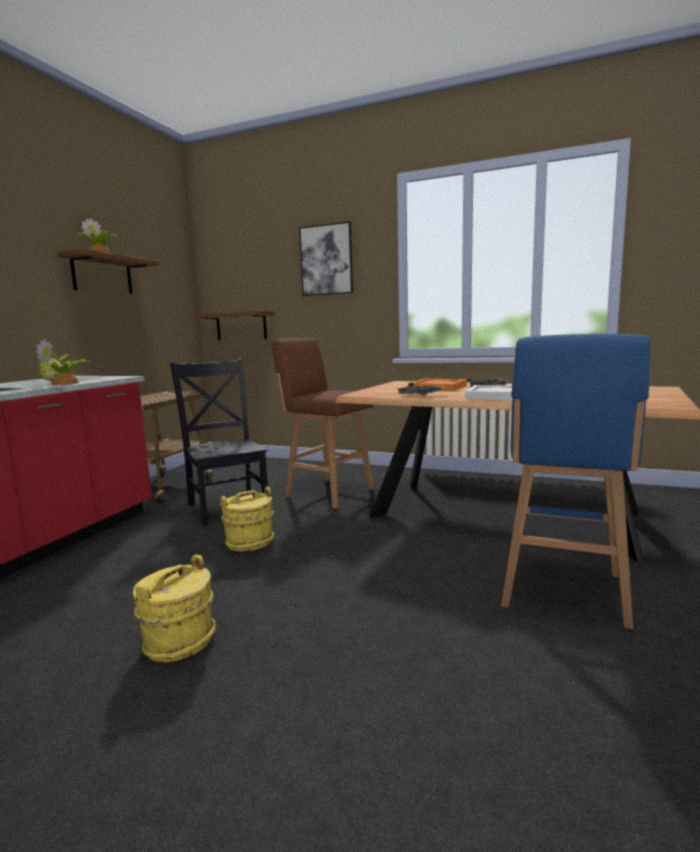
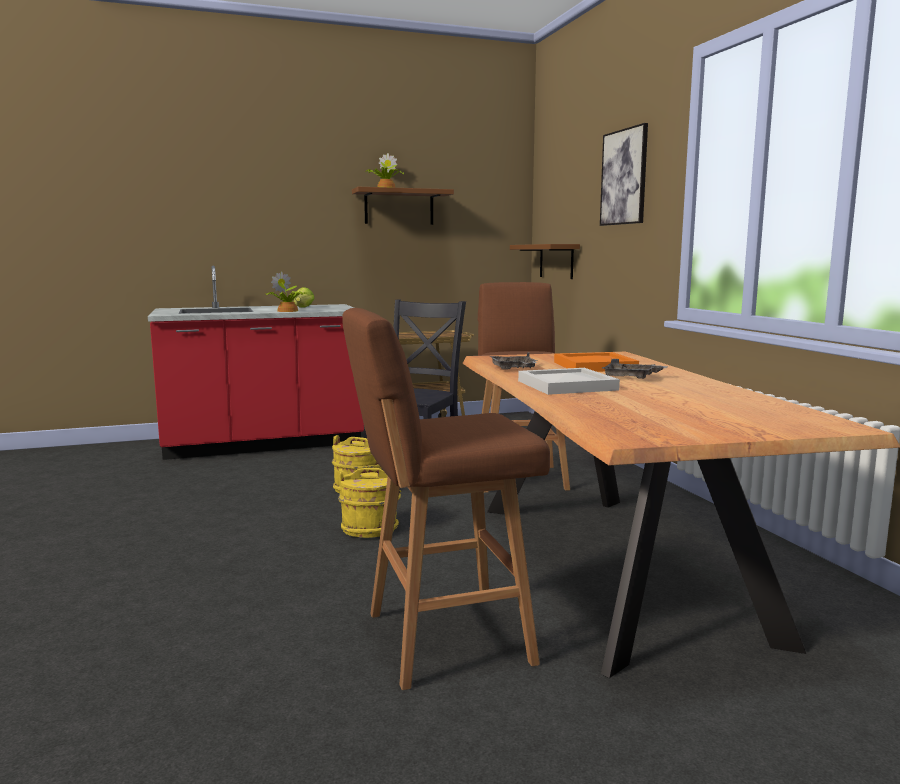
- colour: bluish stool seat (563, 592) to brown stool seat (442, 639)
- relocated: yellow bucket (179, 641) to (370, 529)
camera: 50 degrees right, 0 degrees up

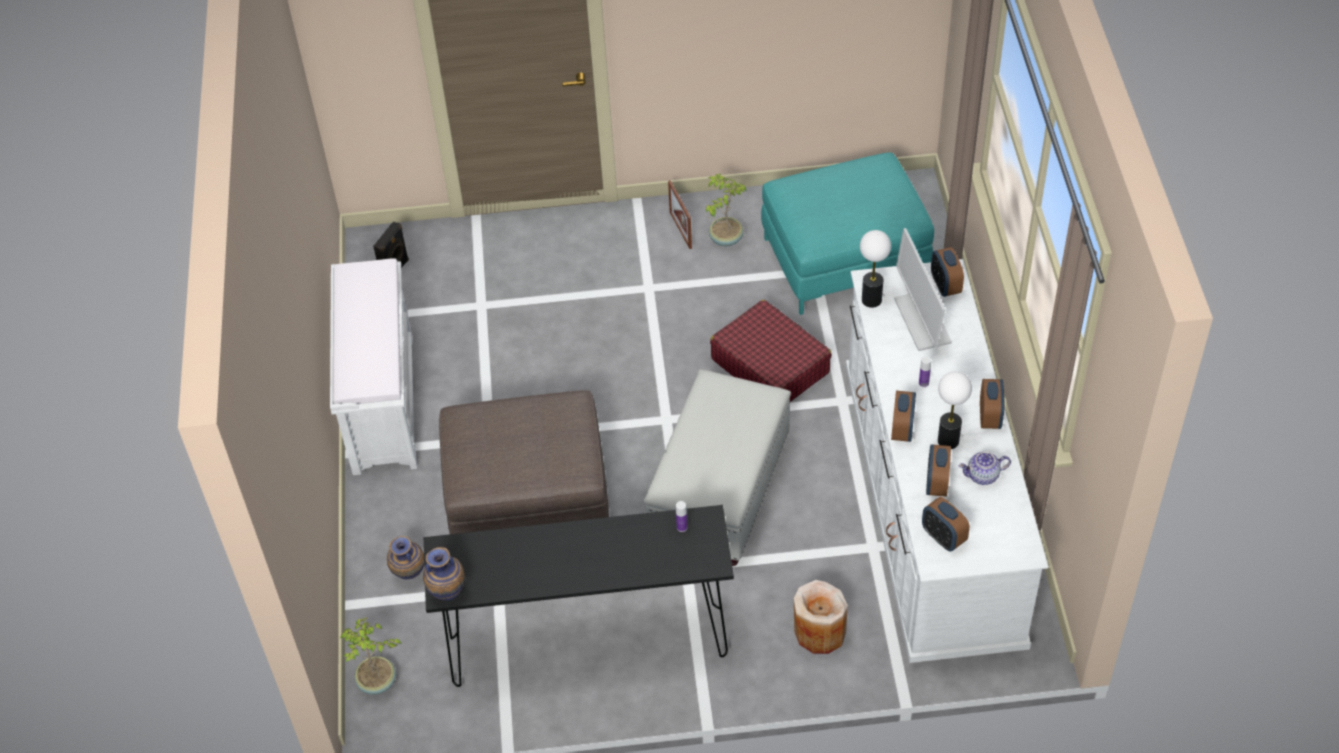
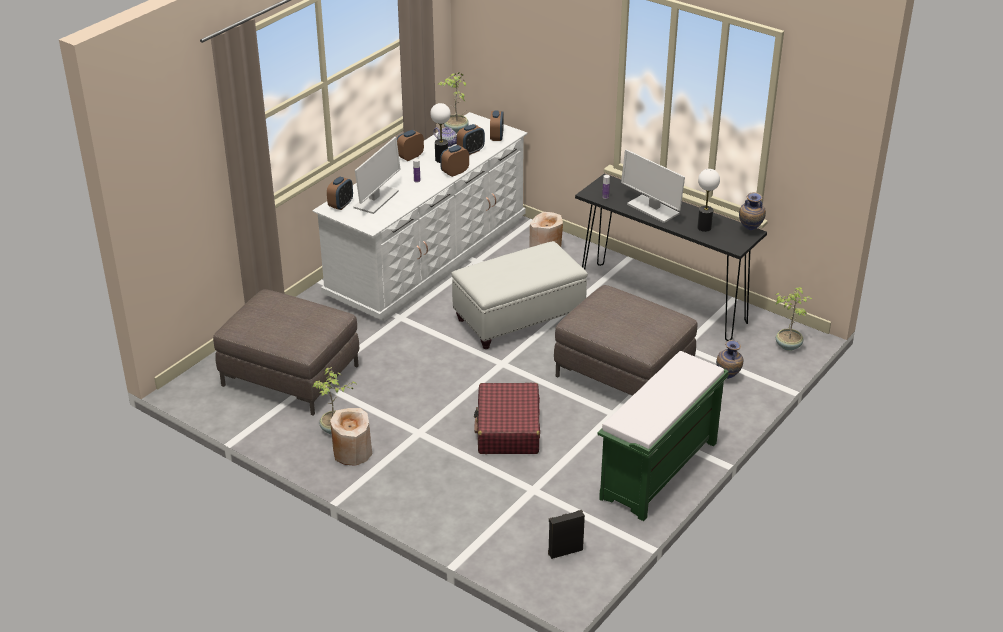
- colour: turquoise-coloured ottoman (844, 259) to brown ottoman (290, 375)
- exchanged: picture frame (680, 230) to beige-coloured decorative vase (352, 452)
- relocated: lamp for a table (871, 300) to (704, 227)
- colour: white indoor bench (382, 402) to greenish indoor bench (659, 472)
- relocated: reddish travel case (770, 365) to (508, 429)
- appeared: houseplant (455, 130)
- appeared: computer screen (652, 209)
camera: 140 degrees left, 15 degrees down

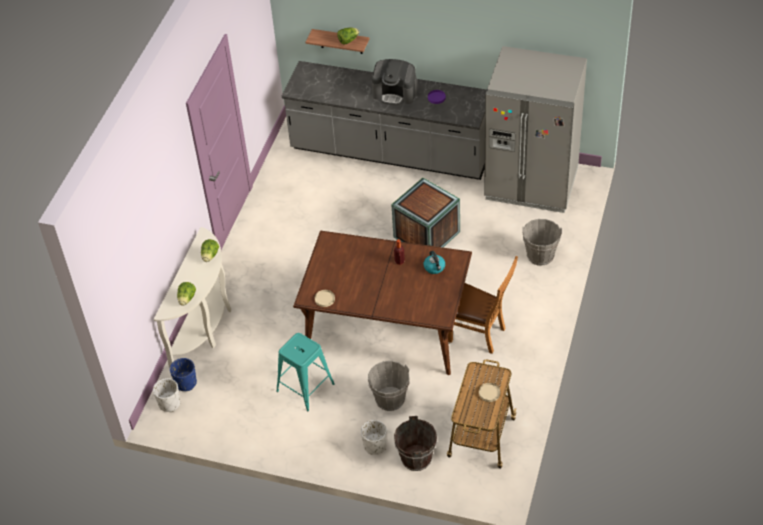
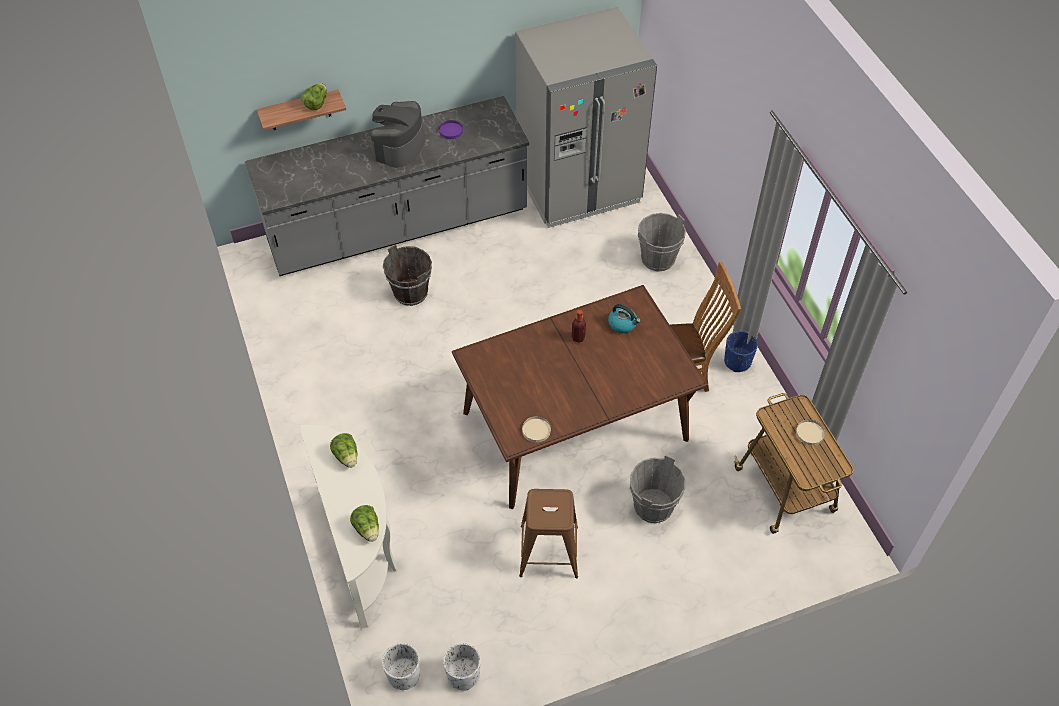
- spun: coffee brewer (395, 93) = (398, 147) 135 degrees clockwise
- missing: shipping crate (426, 234)
- colour: turquoise-coloured stool seat (305, 387) to brown stool seat (549, 551)
- relocated: bluish flower pot (186, 383) to (737, 362)
- relocated: brown bucket (416, 458) to (411, 293)
- relocated: white flower pot (375, 446) to (463, 675)
camera: 40 degrees left, 5 degrees up

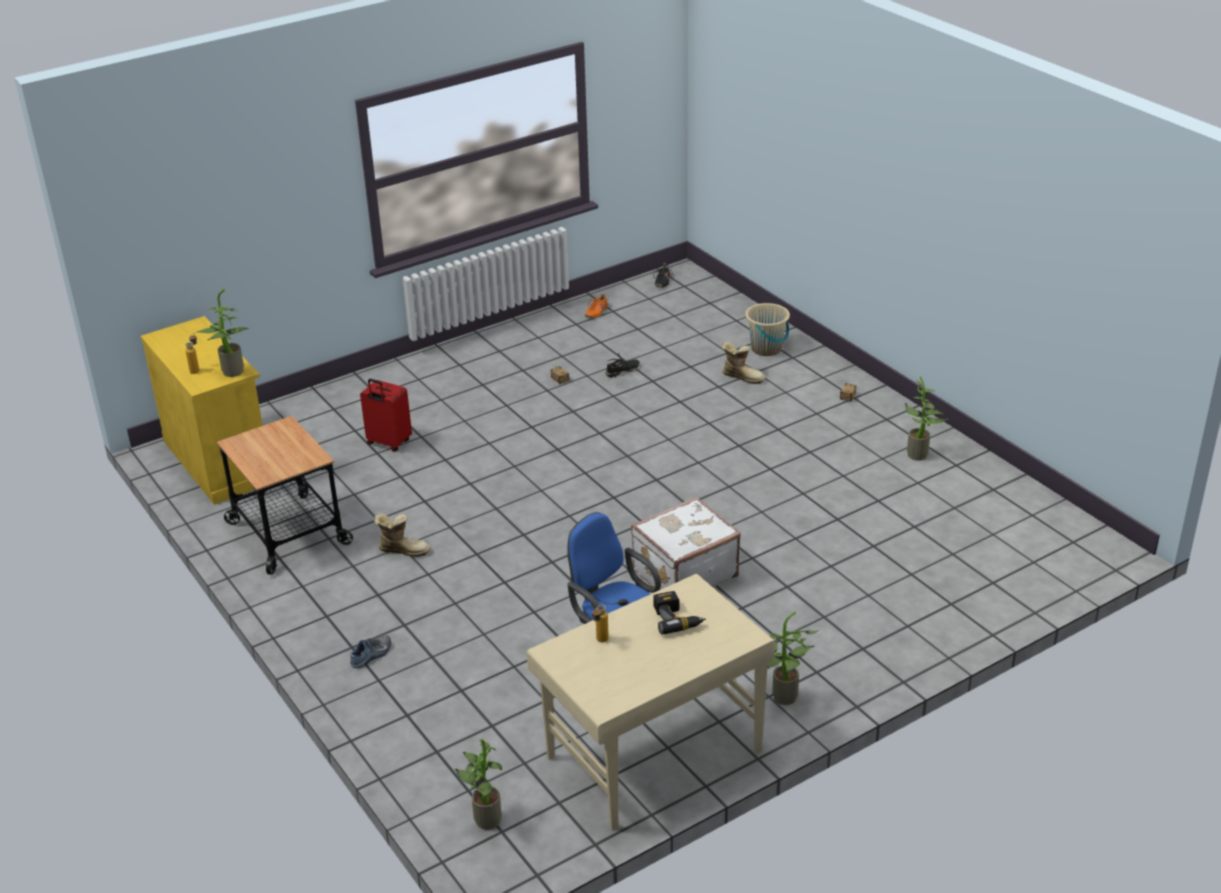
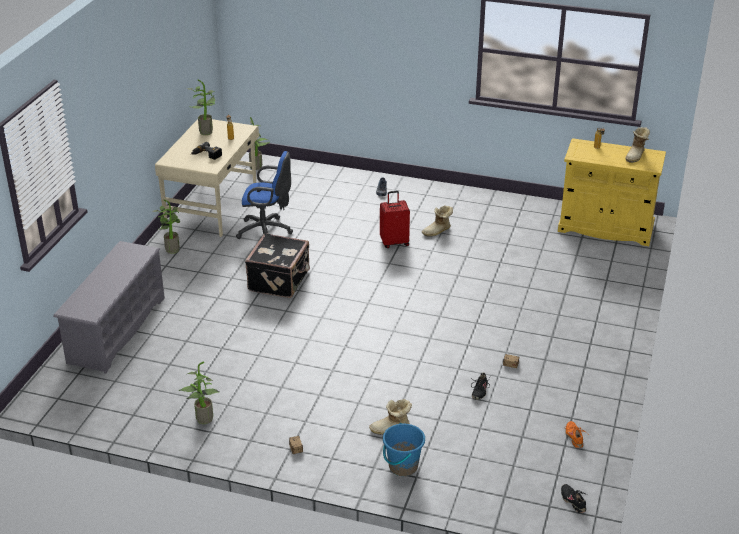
- relocated: houseplant (230, 373) to (206, 131)
- colour: beige-coloured bucket (766, 349) to bluish bucket (403, 466)
- relocated: reddish travel case (388, 443) to (394, 242)
- missing: wheeled cart (288, 534)
- colour: white travel case (683, 573) to black-coloured travel case (280, 281)
- appeared: boot (636, 156)
- appeared: grey shoe stand (116, 330)
camera: 140 degrees right, 0 degrees up

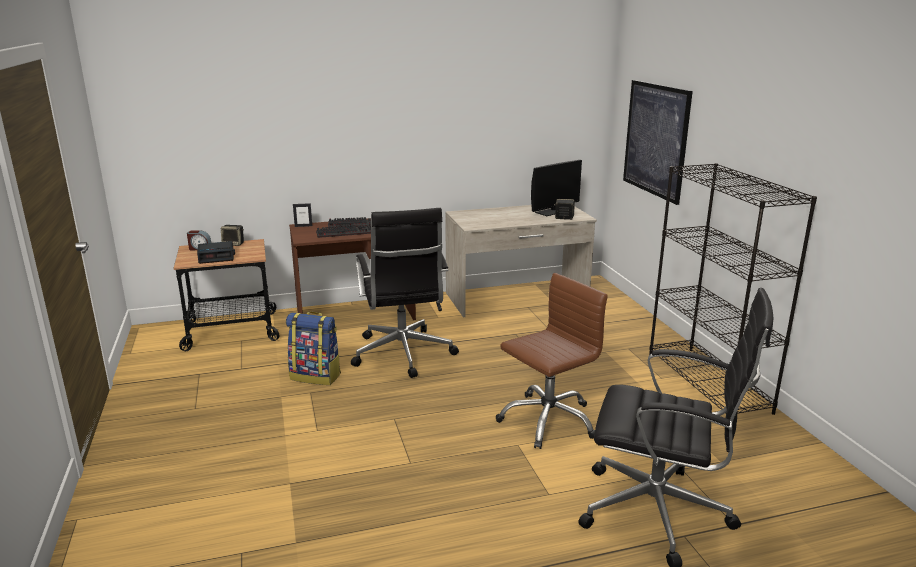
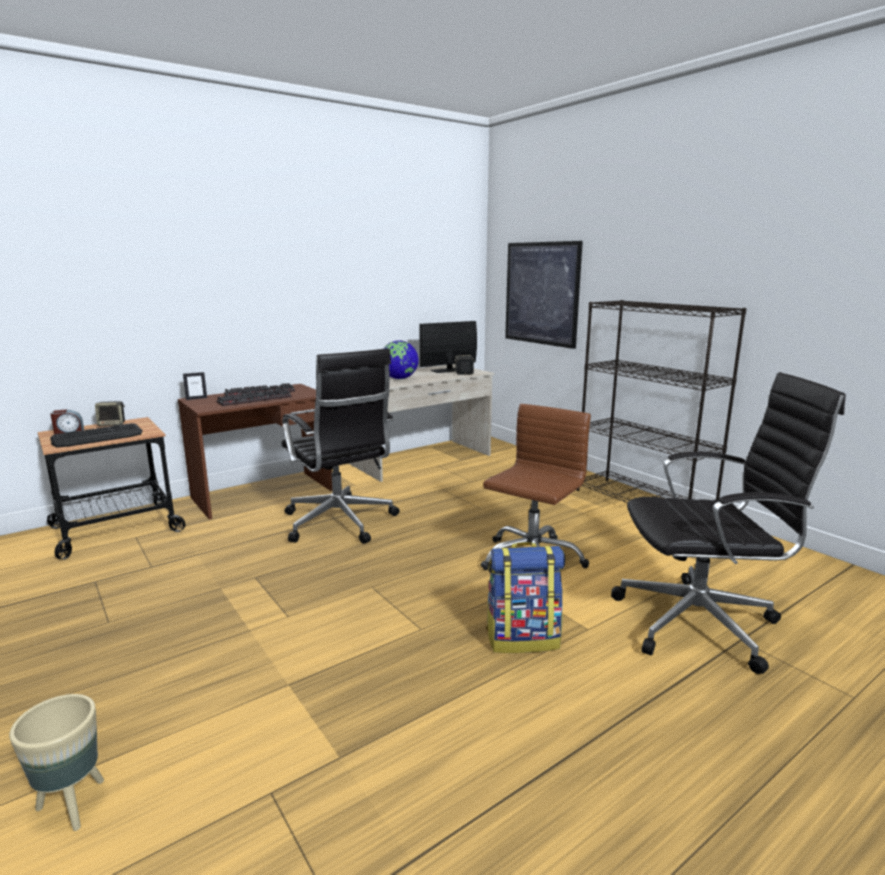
- spun: computer screen (554, 211) = (449, 370) 150 degrees counterclockwise
- exchanged: bedside clock (217, 257) to keyboard (98, 437)
- relocated: rucksack (316, 376) to (523, 638)
- appeared: desk globe (399, 379)
- appeared: beige-coloured flower pot (72, 805)
camera: 20 degrees left, 5 degrees down

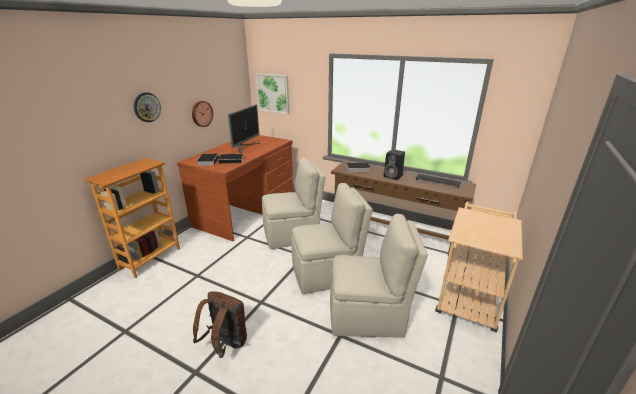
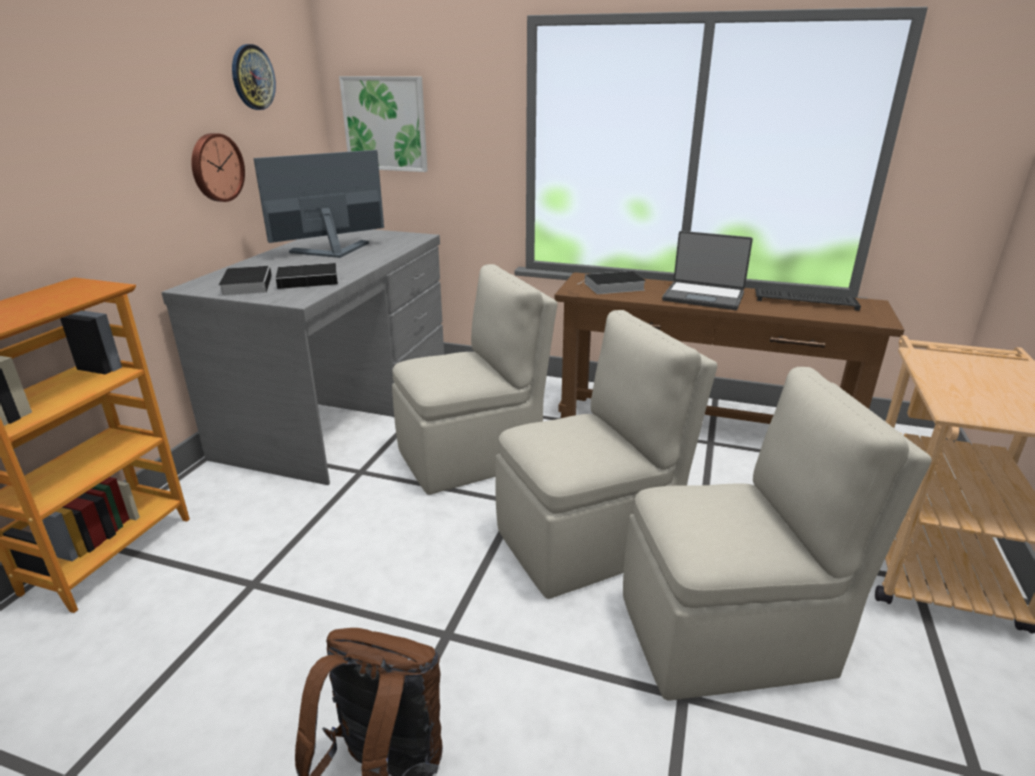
- relocated: wall clock (146, 107) to (252, 77)
- spun: computer screen (245, 147) = (332, 252) 135 degrees counterclockwise
- colour: brown desk (246, 210) to grey desk (342, 409)
- exchanged: black-coloured loudspeaker (393, 176) to laptop (703, 297)
camera: 10 degrees left, 0 degrees up

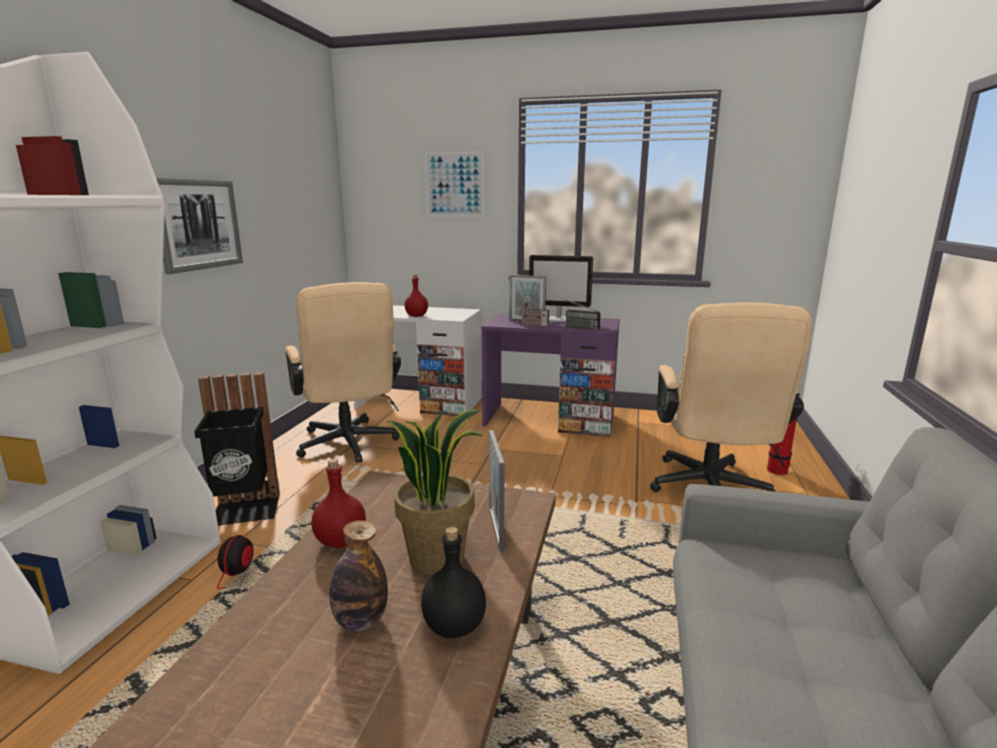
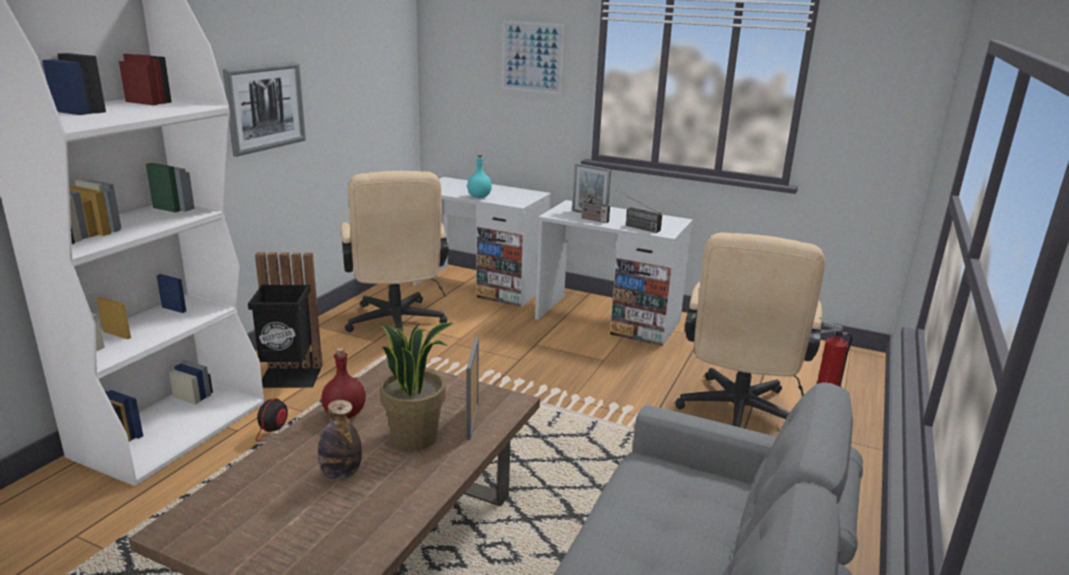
- missing: computer screen (559, 320)
- colour: reddish bottle (416, 316) to turquoise-coloured bottle (479, 197)
- colour: purplish desk (549, 419) to white desk (608, 319)
- missing: black-coloured bottle (454, 627)
camera: 10 degrees right, 5 degrees up

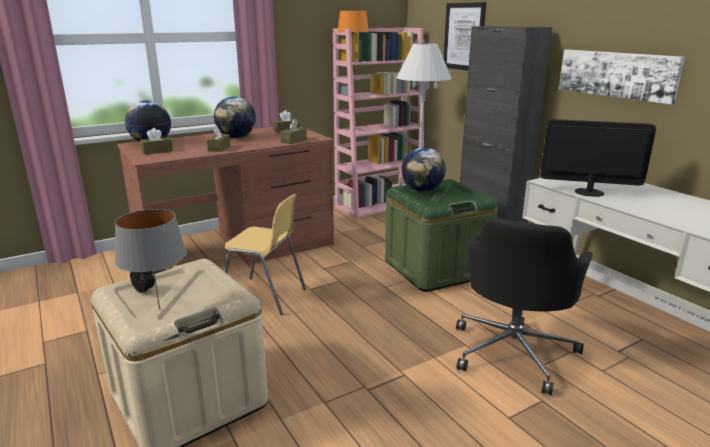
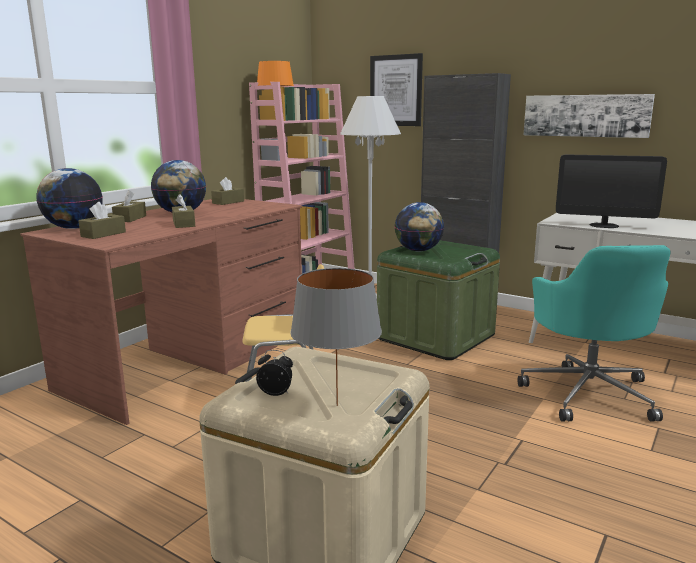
- relocated: brown box of tissues (293, 141) to (130, 218)
- spun: computer screen (589, 192) = (604, 225) 150 degrees counterclockwise
- colour: black-coloured desk chair (513, 351) to turquoise-coloured desk chair (588, 393)
camera: 25 degrees left, 5 degrees down

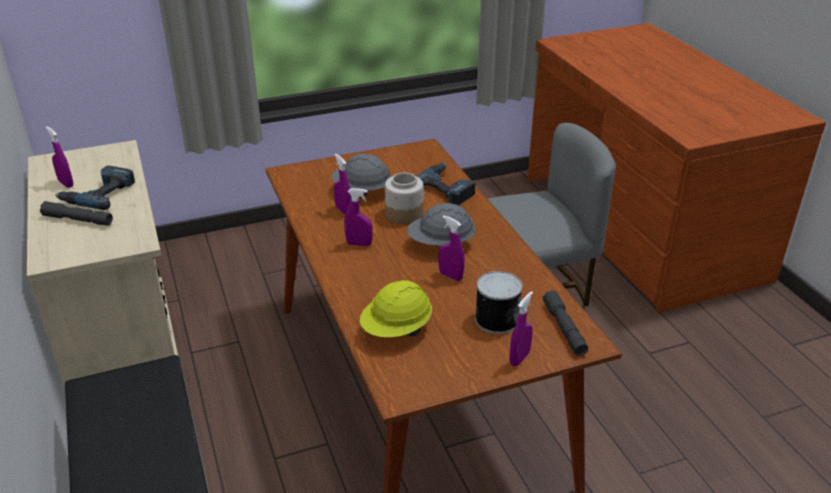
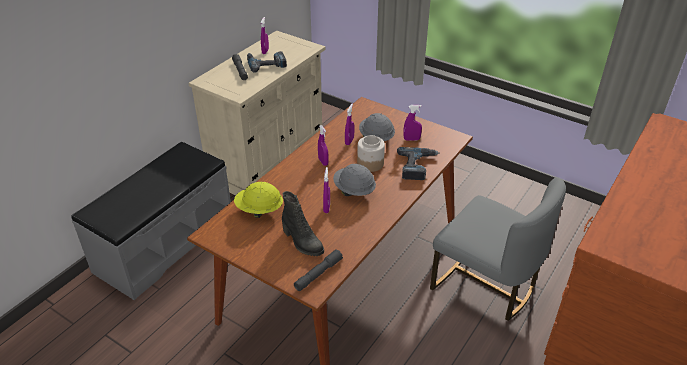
- exchanged: metal can (495, 319) to black-coloured boot (302, 242)
- relocated: purplish spray bottle (519, 358) to (411, 139)
camera: 55 degrees right, 5 degrees up

